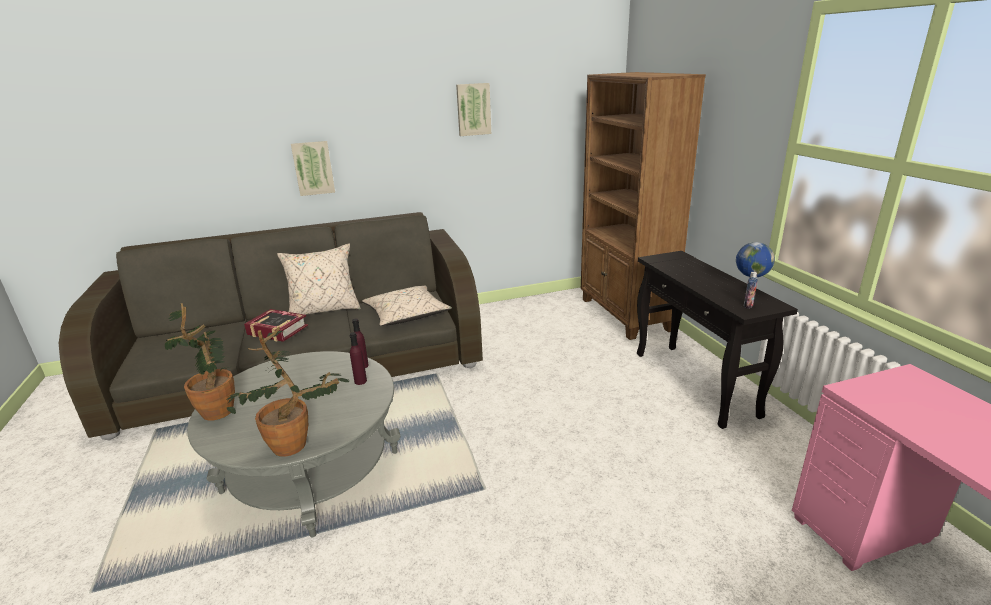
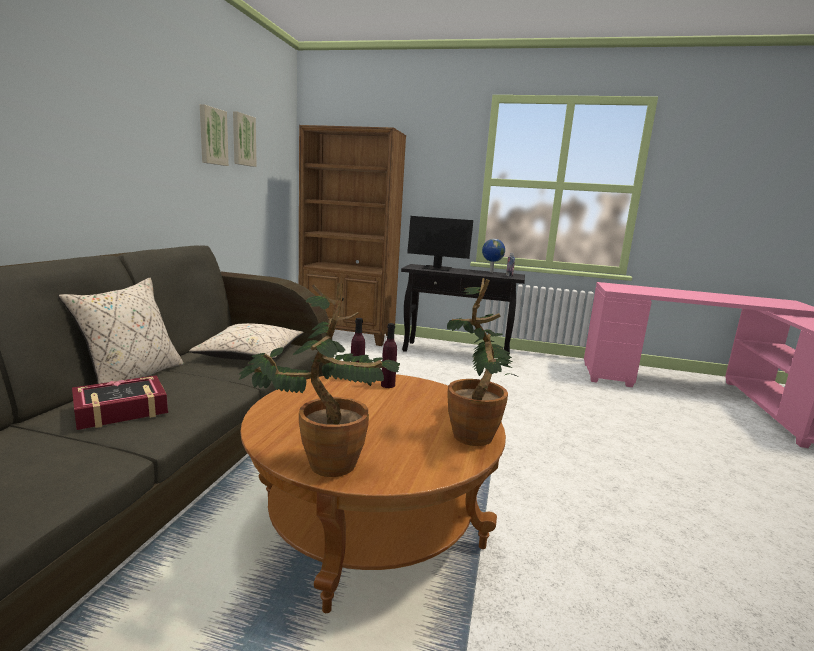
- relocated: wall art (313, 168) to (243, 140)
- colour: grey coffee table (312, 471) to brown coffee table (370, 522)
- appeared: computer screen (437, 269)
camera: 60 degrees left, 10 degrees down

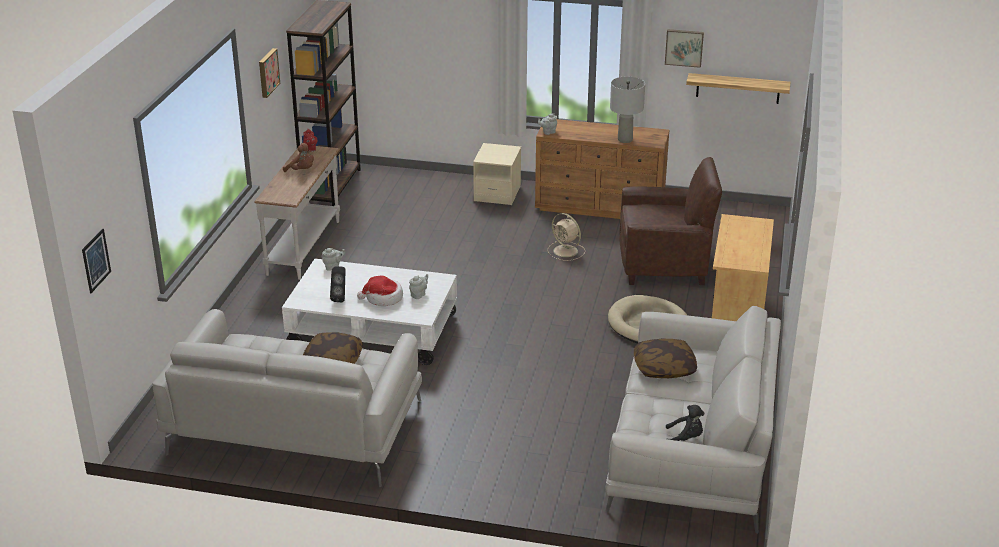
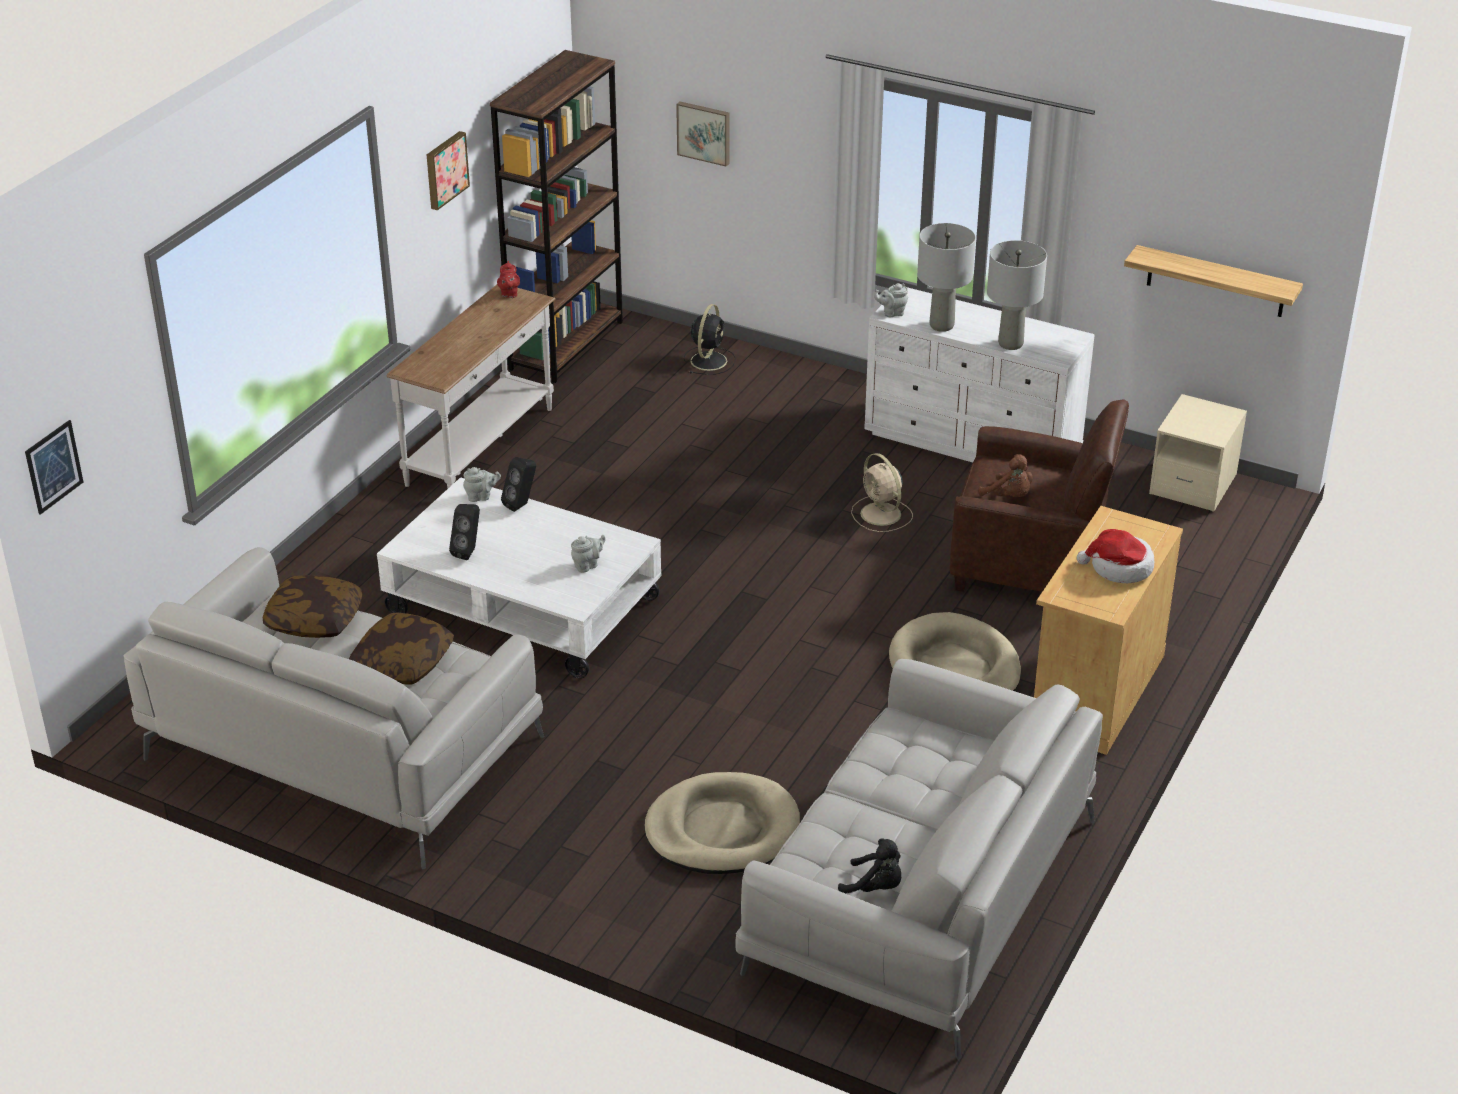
- relocated: wall art (684, 47) to (704, 132)
- colour: brown drawer chest (600, 207) to white drawer chest (974, 442)
- relocated: brown cuddly toy (301, 170) to (1009, 497)
- relocated: beige-coloured night table (497, 194) to (1193, 485)
- relocated: wearable hat (383, 298) to (1119, 567)
- relocated: cushion (664, 368) to (314, 621)
- appeared: grey lamp for a table (941, 326)
- appeared: black-coloured electric fan (709, 360)
- appeared: black-coloured loudspeaker (521, 505)
- appeared: beige-coloured dog bed (722, 829)
camera: 15 degrees right, 5 degrees up

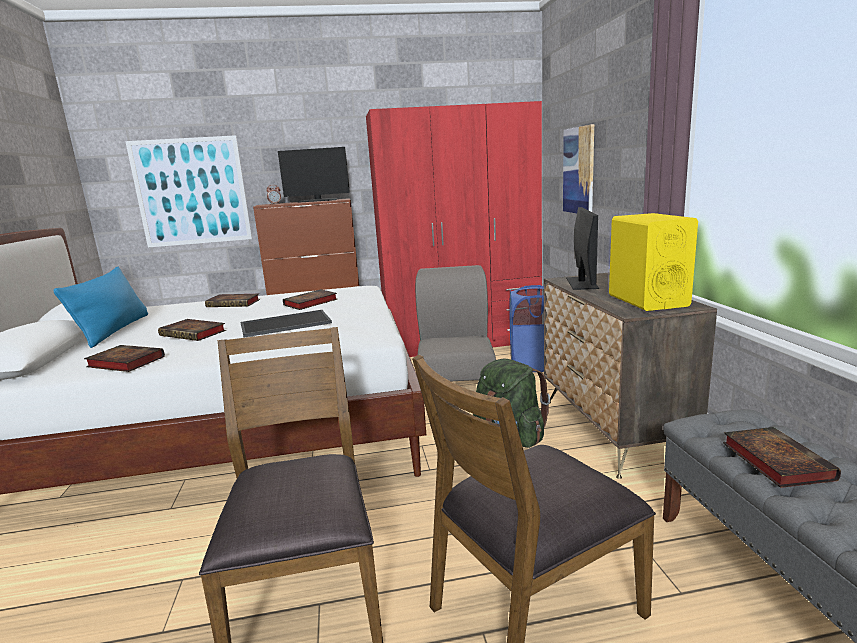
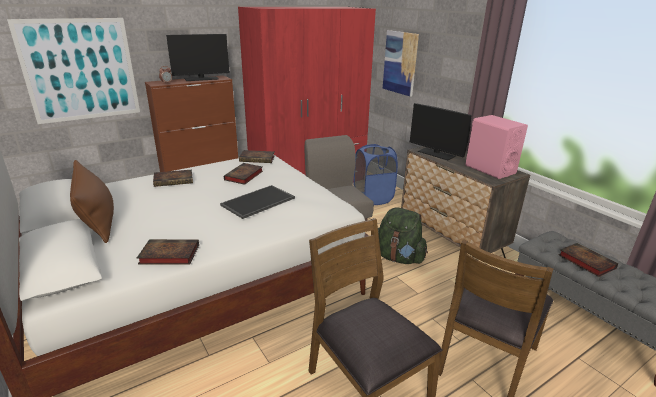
- spun: computer screen (581, 283) = (436, 154) 150 degrees clockwise
- colour: yellow loudspeaker (647, 300) to pink loudspeaker (490, 169)
- colour: bluish cushion (114, 330) to brown cushion (97, 220)
- relocated: bound book (194, 333) to (258, 159)
camera: 25 degrees left, 10 degrees up

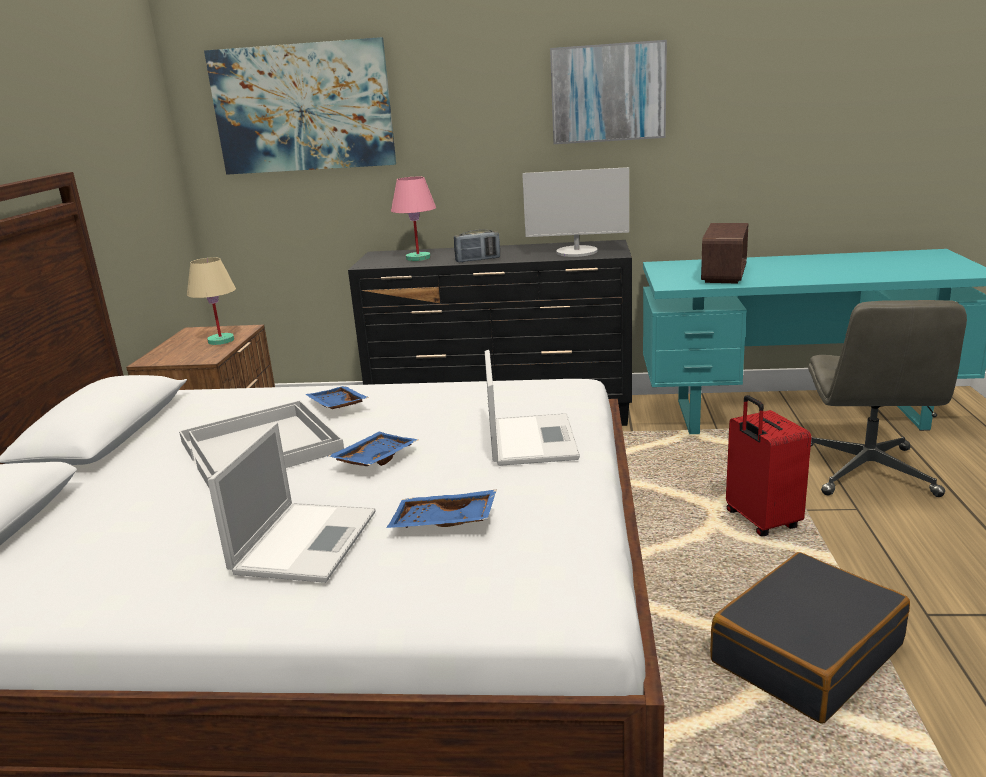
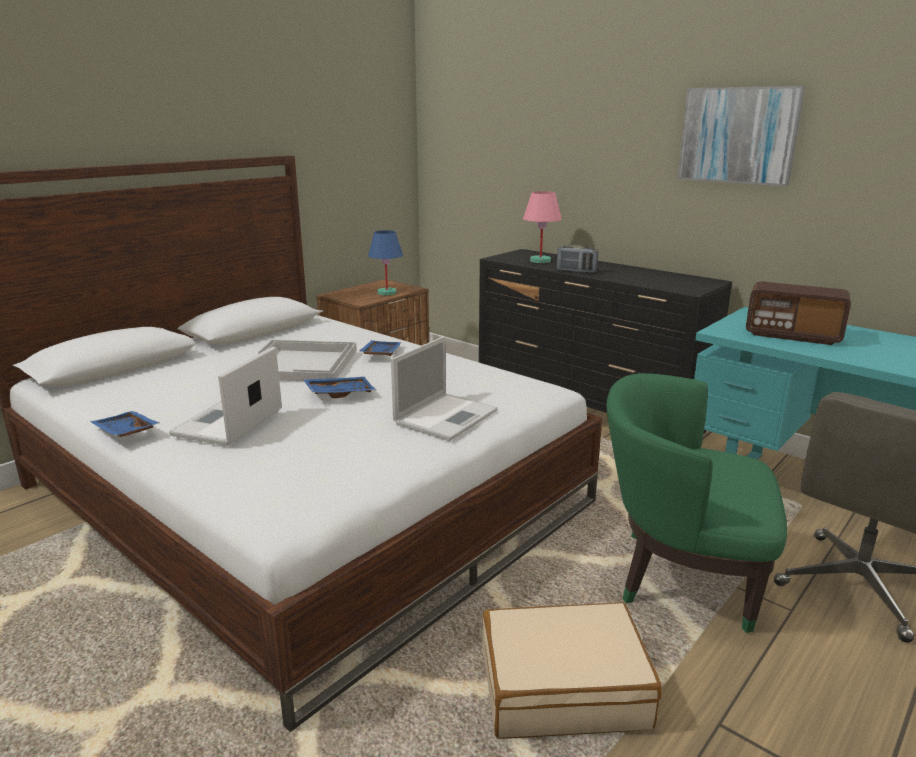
- missing: wall art (303, 108)
- missing: computer screen (577, 252)
- spun: radio receiver (724, 274) = (792, 335) 60 degrees clockwise
- colour: beige-coloured lamp for a table (221, 340) to bluish lamp for a table (387, 293)
- exchanged: reddish travel case (760, 521) to greenish easy chair (679, 576)
- spun: laptop (306, 540) = (227, 423) 150 degrees clockwise
- relocated: bluish tray (443, 523) to (124, 433)
- colour: black-coloured travel case (805, 653) to beige-coloured travel case (563, 687)
camera: 35 degrees right, 0 degrees up

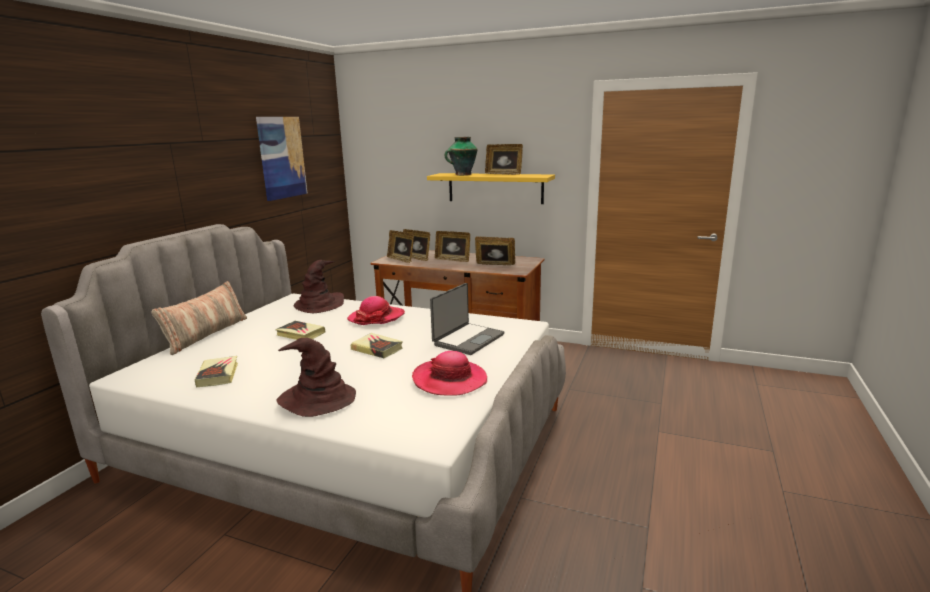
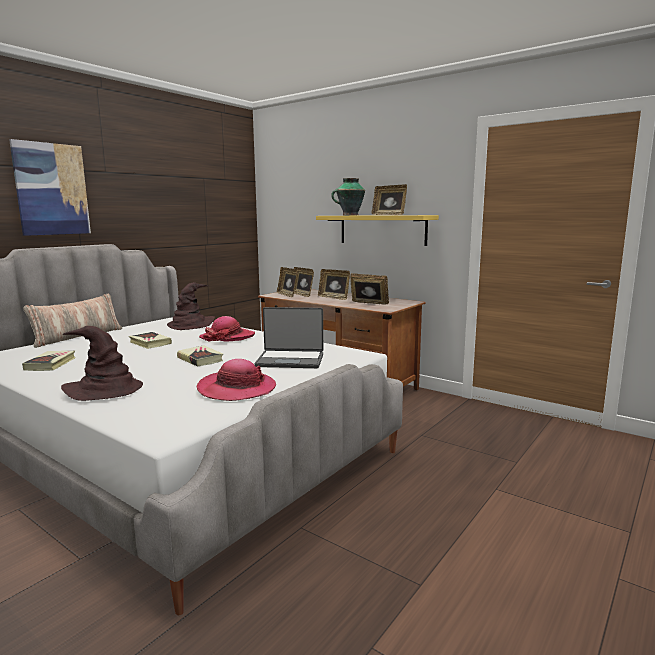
- relocated: wall art (282, 157) to (51, 189)
- spun: laptop (467, 339) = (290, 360) 45 degrees clockwise
camera: 15 degrees right, 5 degrees down

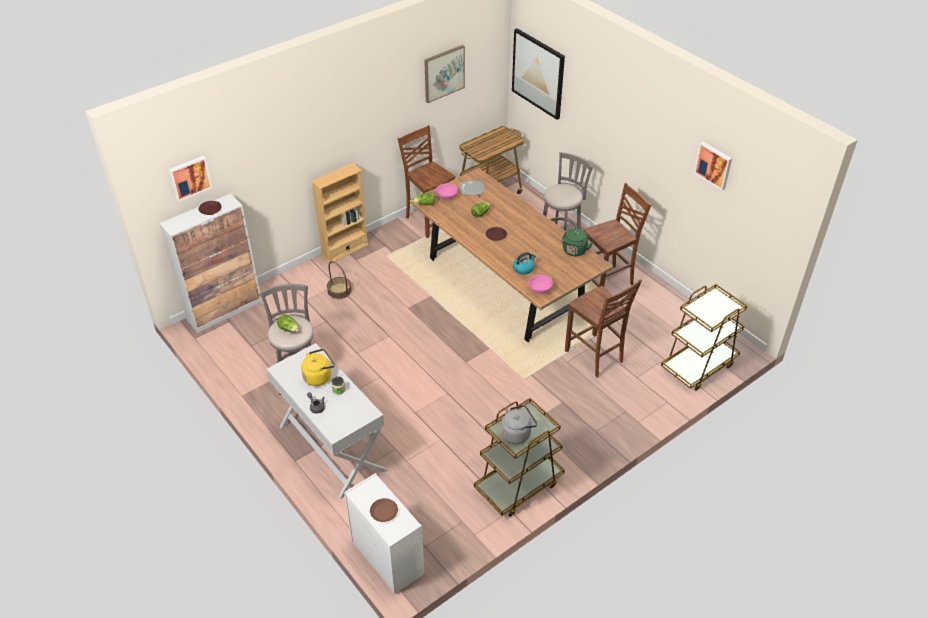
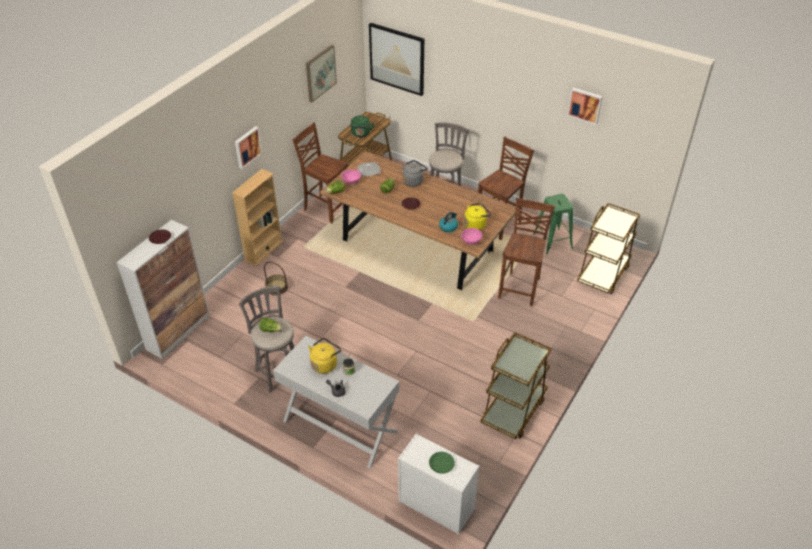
- relocated: wall art (189, 177) to (247, 147)
- relocated: greenish water kettle (574, 251) to (361, 134)
- spun: brown chair (595, 357) = (520, 288) 105 degrees counterclockwise
- relocated: grey water kettle (517, 434) to (413, 181)
- colour: brown dinner plate (384, 512) to greenish dinner plate (441, 464)
- appeared: greenish stool seat (552, 241)
- appeared: yellow water kettle (476, 224)
camera: 20 degrees left, 0 degrees up

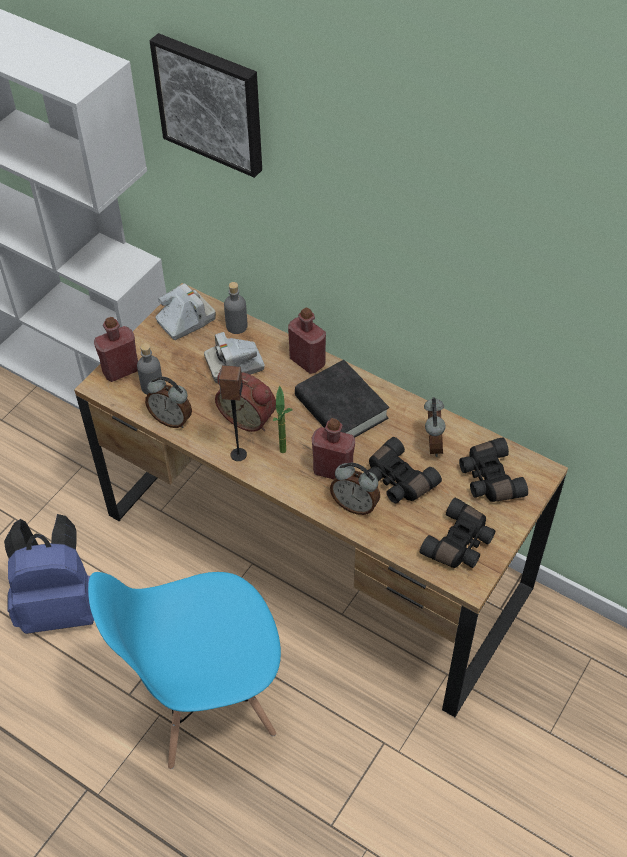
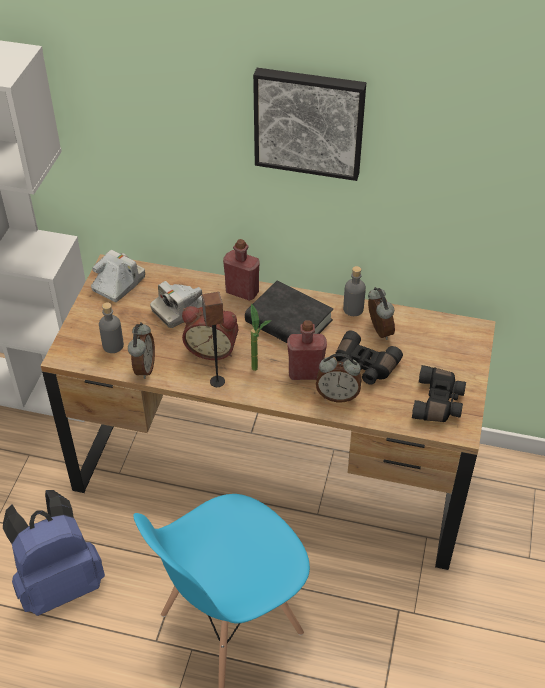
- relocated: wall art (211, 103) to (309, 121)
- relocated: grey bottle (236, 326) to (353, 309)
- missing: reddish bottle (121, 370)
- spun: bedside clock (171, 419) = (143, 368) 90 degrees counterclockwise
- missing: black-coloured field glasses (488, 479)
camera: 20 degrees left, 5 degrees down

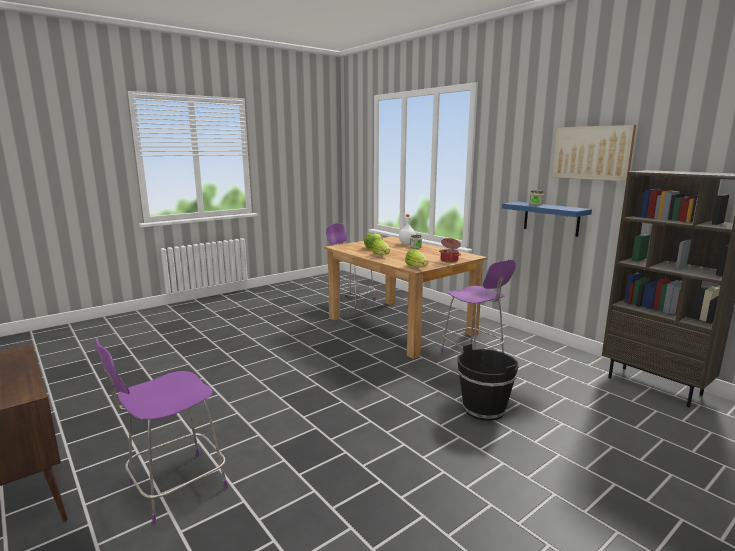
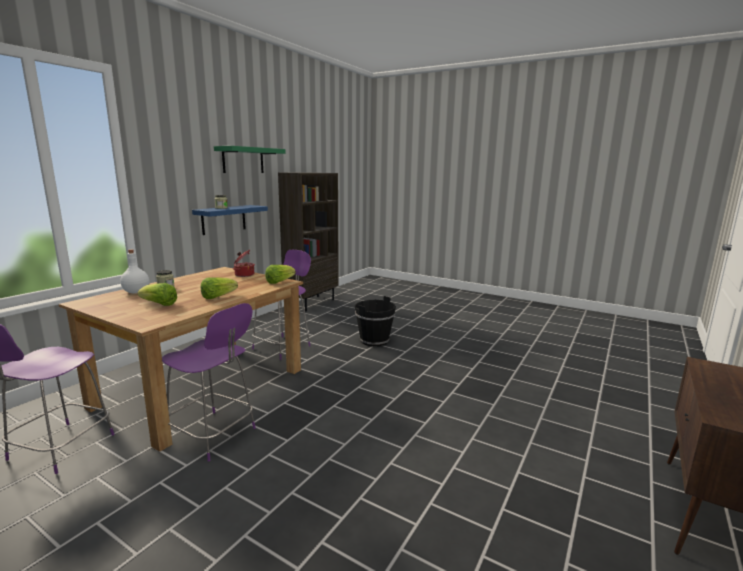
- exchanged: wall art (592, 153) to greenish wall shelf (243, 160)
- relocated: purplish stool seat (174, 487) to (214, 435)
camera: 110 degrees left, 0 degrees up

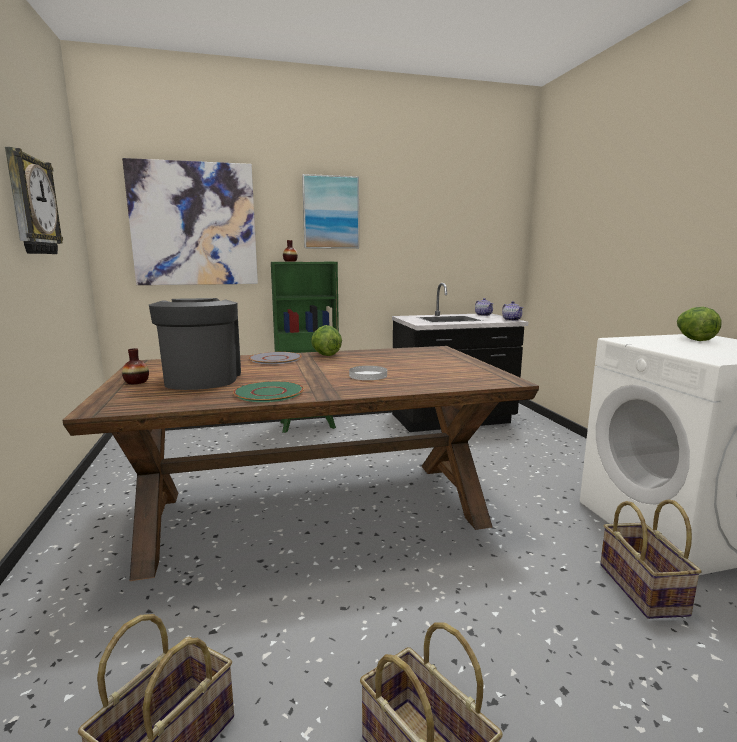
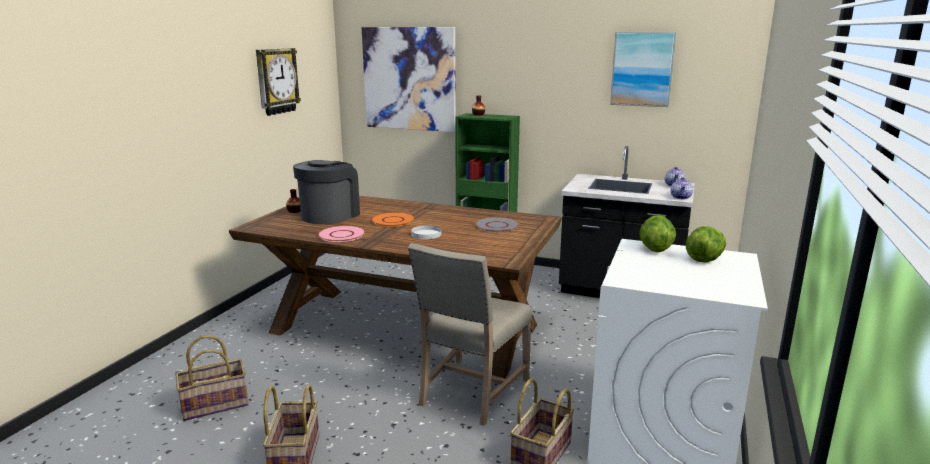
- relocated: wall art (331, 212) to (642, 69)
- relocated: head of lettuce (325, 355) to (654, 249)
- relocated: grey dinner plate (276, 359) to (497, 226)
- colour: greenish dinner plate (269, 393) to pink dinner plate (341, 235)
- appeared: orangey dinner plate (393, 220)
- appeared: beige-coloured chair (471, 393)
camera: 35 degrees right, 5 degrees up

